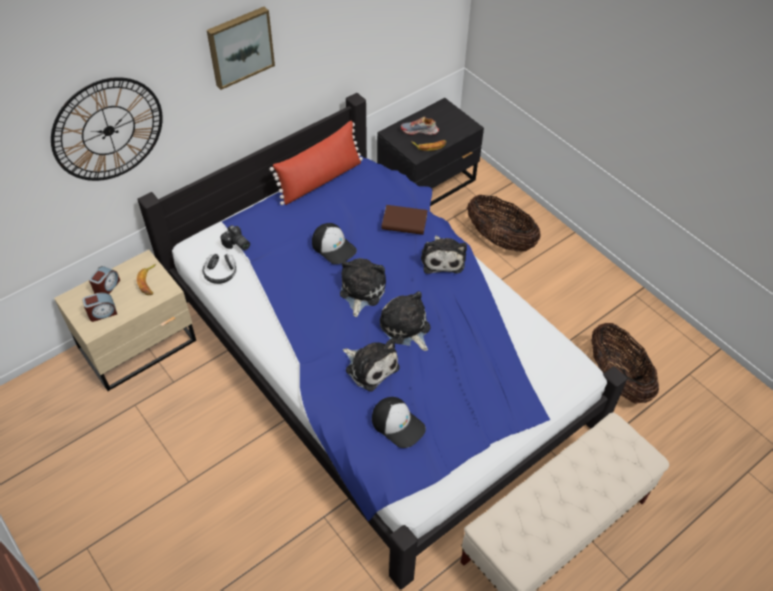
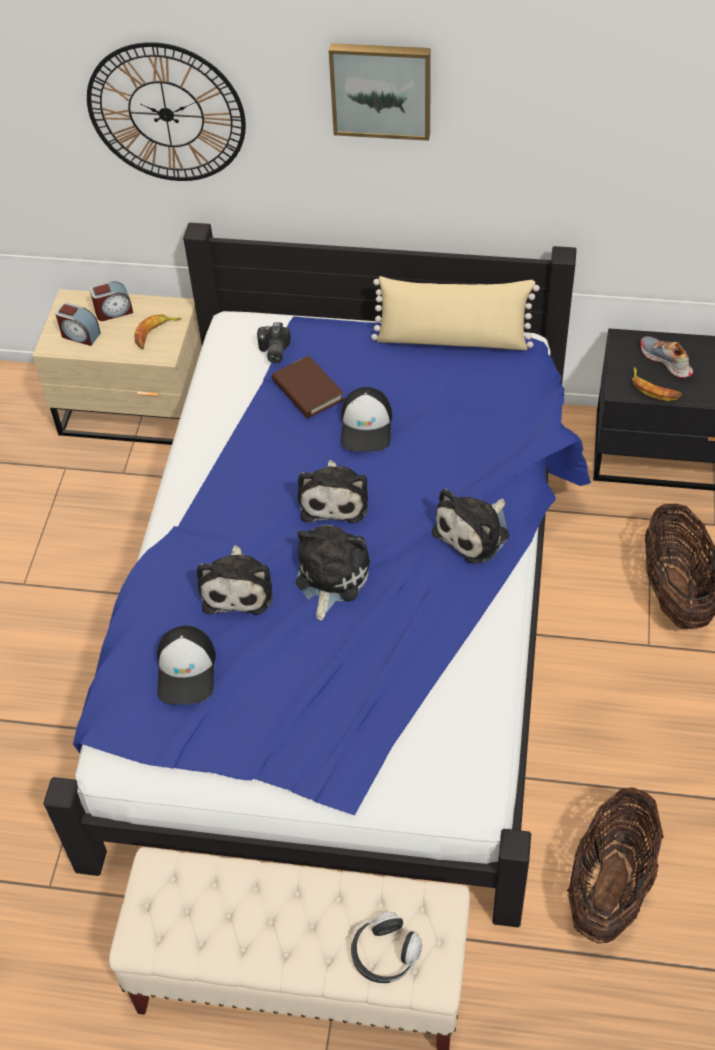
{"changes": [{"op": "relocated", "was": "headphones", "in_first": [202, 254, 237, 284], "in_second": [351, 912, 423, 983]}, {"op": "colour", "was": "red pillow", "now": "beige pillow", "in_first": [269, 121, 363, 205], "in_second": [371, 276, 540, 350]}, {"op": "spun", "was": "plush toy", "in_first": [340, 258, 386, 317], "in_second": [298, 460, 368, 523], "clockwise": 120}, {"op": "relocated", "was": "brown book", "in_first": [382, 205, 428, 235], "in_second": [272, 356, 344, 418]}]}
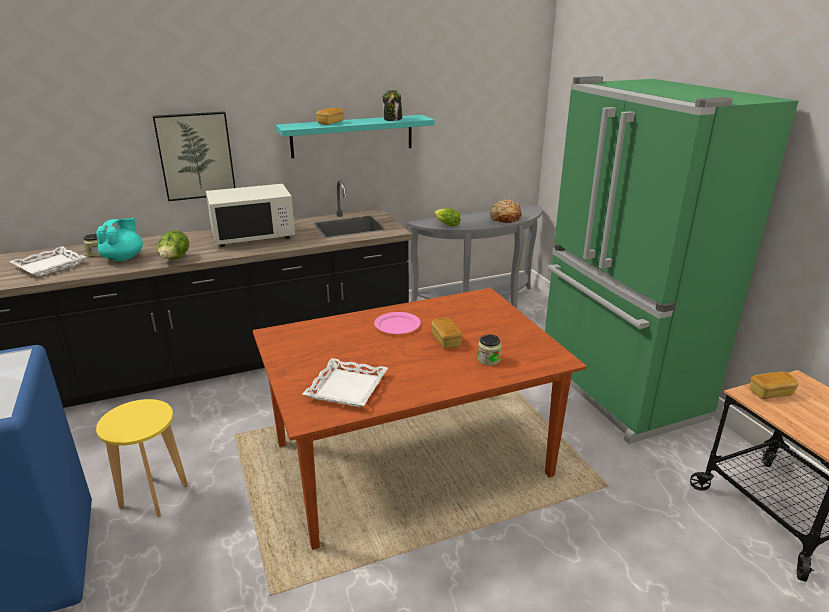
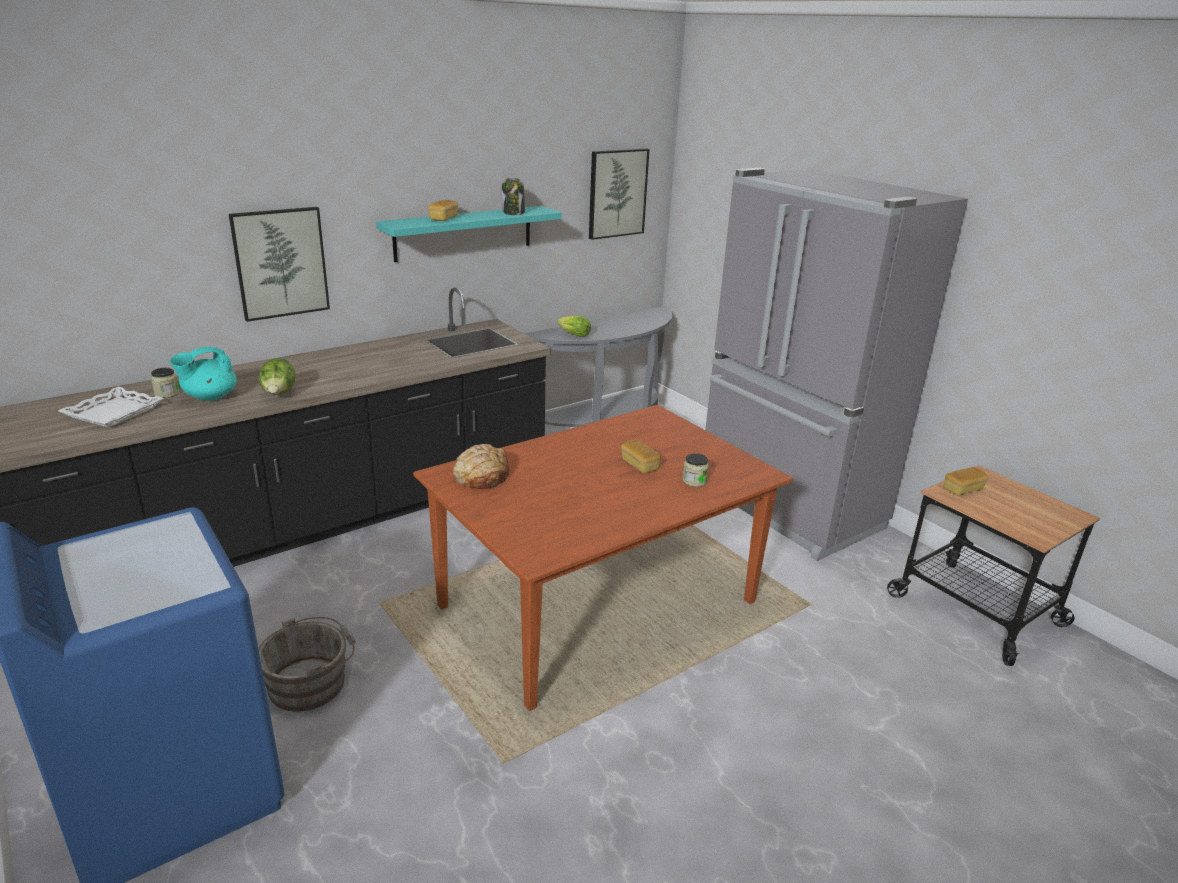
{"changes": [{"op": "spun", "was": "turquoise teapot", "in_first": [96, 218, 143, 261], "in_second": [170, 347, 237, 401], "clockwise": -135}, {"op": "exchanged", "was": "yellow stool", "now": "grey bucket", "in_first": [96, 399, 188, 518], "in_second": [258, 617, 356, 712]}, {"op": "missing", "was": "white microwave", "in_first": [206, 184, 295, 247]}, {"op": "missing", "was": "white tray", "in_first": [303, 358, 388, 407]}, {"op": "missing", "was": "pink plate", "in_first": [374, 312, 421, 334]}, {"op": "relocated", "was": "bread", "in_first": [490, 199, 521, 223], "in_second": [453, 444, 509, 489]}, {"op": "colour", "was": "green fridge", "now": "grey fridge", "in_first": [545, 76, 798, 444], "in_second": [705, 168, 968, 561]}, {"op": "appeared", "now": "picture", "in_second": [589, 149, 649, 240]}]}
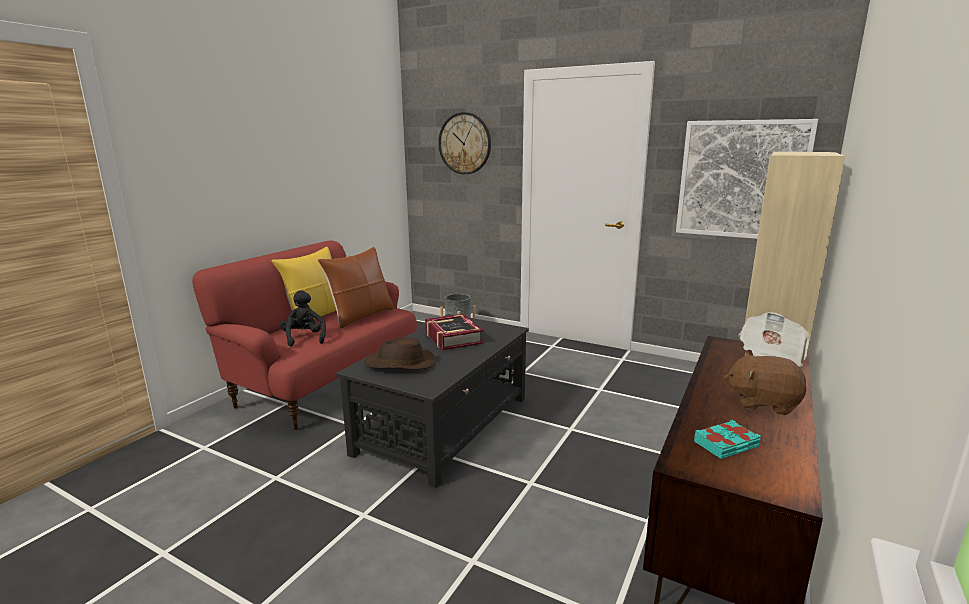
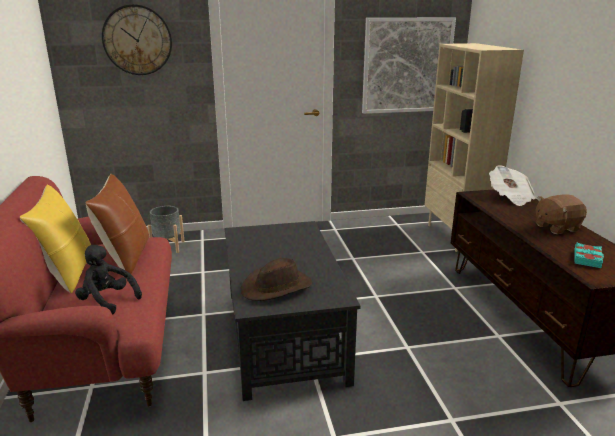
{"changes": [{"op": "missing", "was": "book", "in_first": [425, 314, 484, 350]}]}
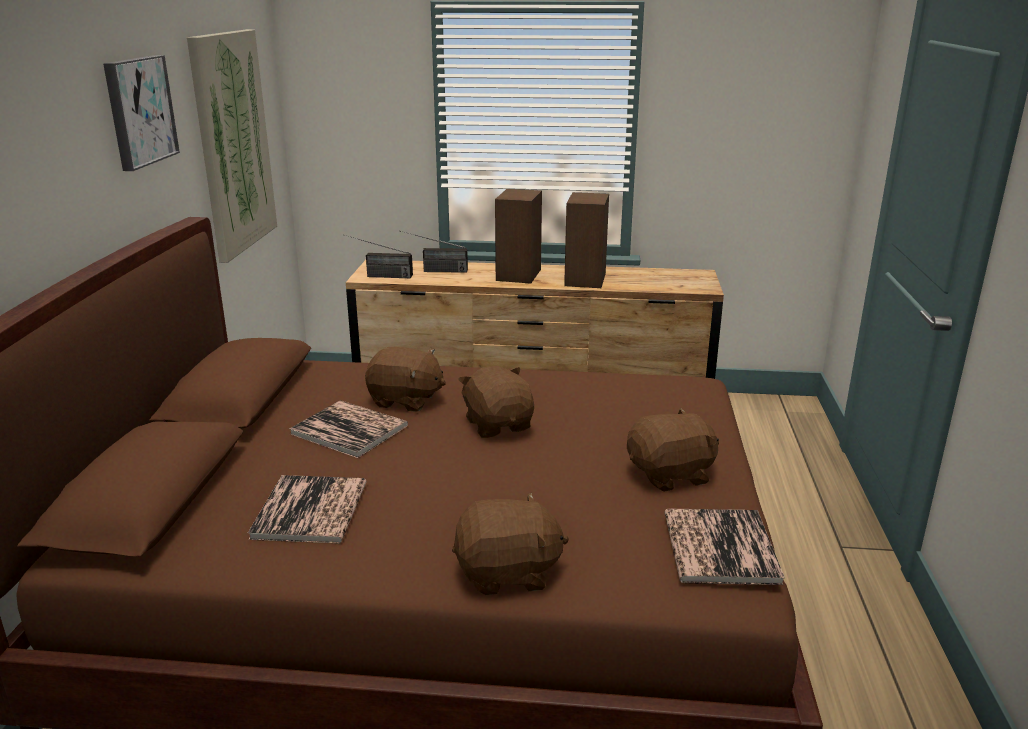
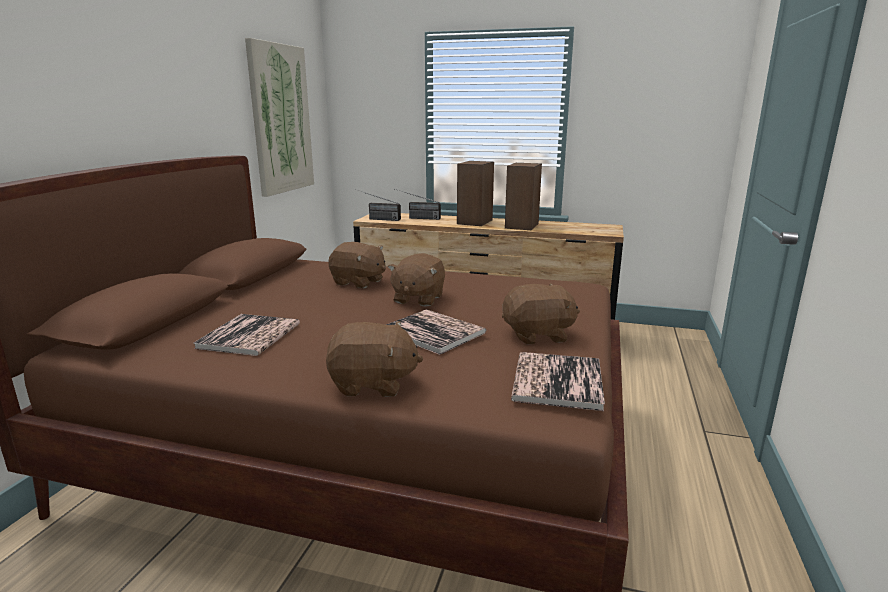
{"changes": [{"op": "missing", "was": "picture", "in_first": [103, 55, 180, 171]}, {"op": "relocated", "was": "book", "in_first": [289, 400, 408, 458], "in_second": [386, 309, 486, 355]}, {"op": "spun", "was": "brown plush toy", "in_first": [458, 366, 534, 438], "in_second": [388, 253, 445, 307], "clockwise": -150}]}
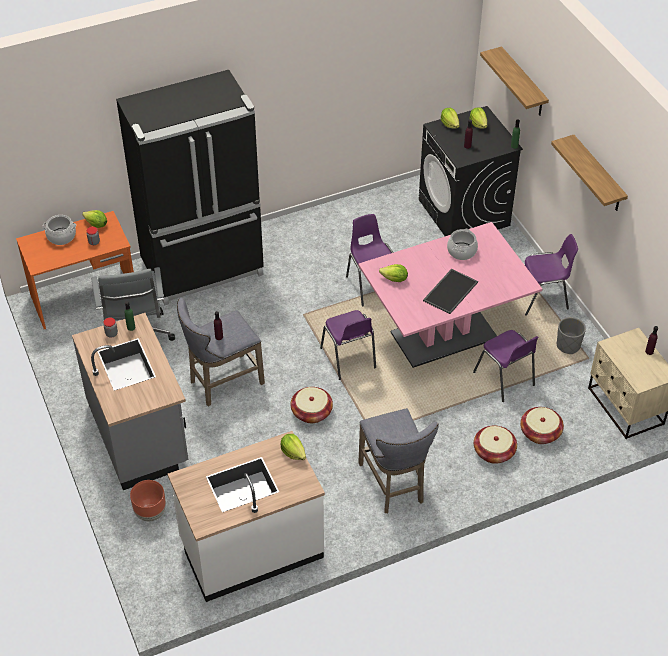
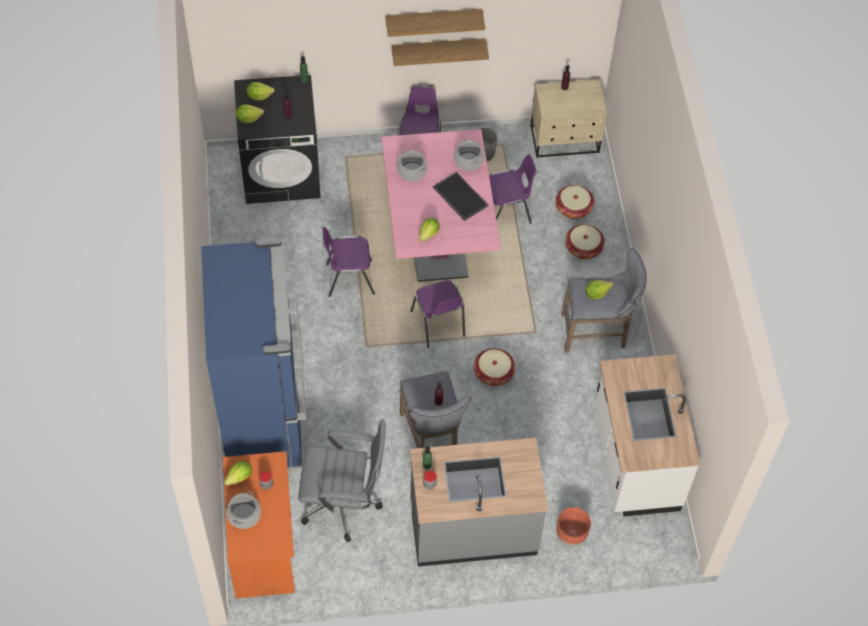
{"changes": [{"op": "colour", "was": "black fridge", "now": "blue fridge", "in_first": [116, 70, 264, 305], "in_second": [201, 238, 306, 470]}, {"op": "relocated", "was": "lettuce", "in_first": [281, 434, 306, 460], "in_second": [585, 280, 613, 299]}, {"op": "spun", "was": "purple chair", "in_first": [320, 310, 376, 380], "in_second": [410, 280, 465, 348], "clockwise": 75}, {"op": "relocated", "was": "shelf", "in_first": [480, 46, 549, 116], "in_second": [391, 38, 489, 66]}, {"op": "appeared", "now": "cooking pot", "in_second": [454, 139, 484, 171]}]}
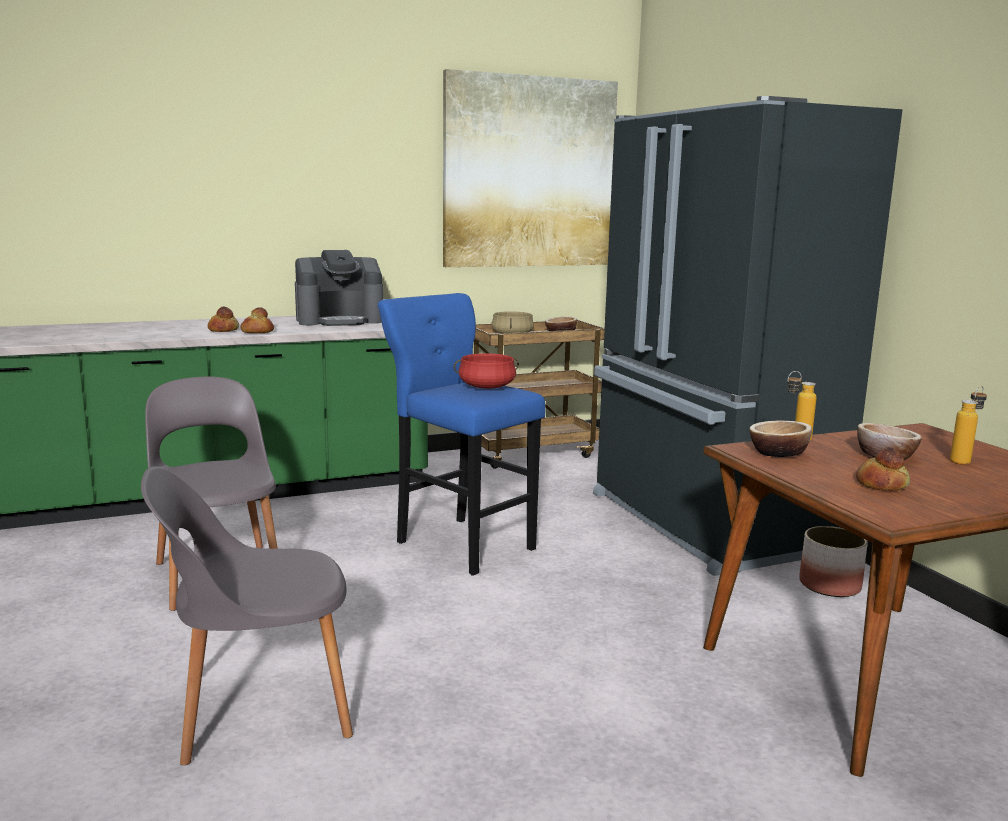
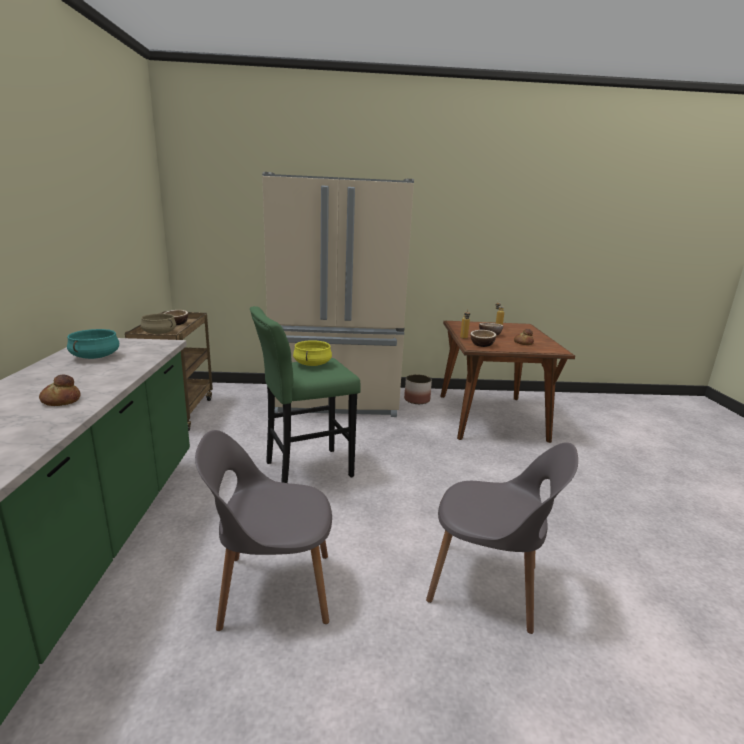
{"changes": [{"op": "spun", "was": "grey chair", "in_first": [141, 466, 353, 765], "in_second": [426, 442, 578, 634], "clockwise": -75}, {"op": "missing", "was": "bread", "in_first": [241, 307, 274, 333]}, {"op": "exchanged", "was": "coffee machine", "now": "turquoise cooking pot", "in_first": [295, 250, 383, 326], "in_second": [67, 329, 119, 359]}, {"op": "colour", "was": "blue stool", "now": "green stool", "in_first": [378, 293, 545, 576], "in_second": [250, 306, 361, 483]}, {"op": "missing", "was": "picture", "in_first": [443, 69, 618, 267]}, {"op": "colour", "was": "red cooking pot", "now": "yellow cooking pot", "in_first": [453, 353, 519, 389], "in_second": [293, 340, 332, 366]}, {"op": "colour", "was": "black fridge", "now": "beige fridge", "in_first": [593, 96, 903, 576], "in_second": [262, 172, 414, 417]}]}
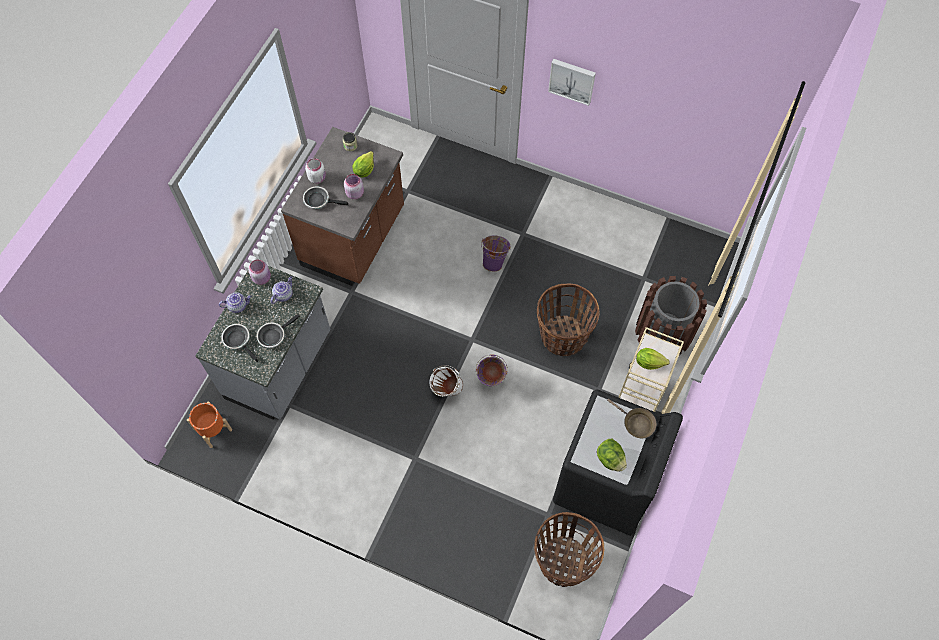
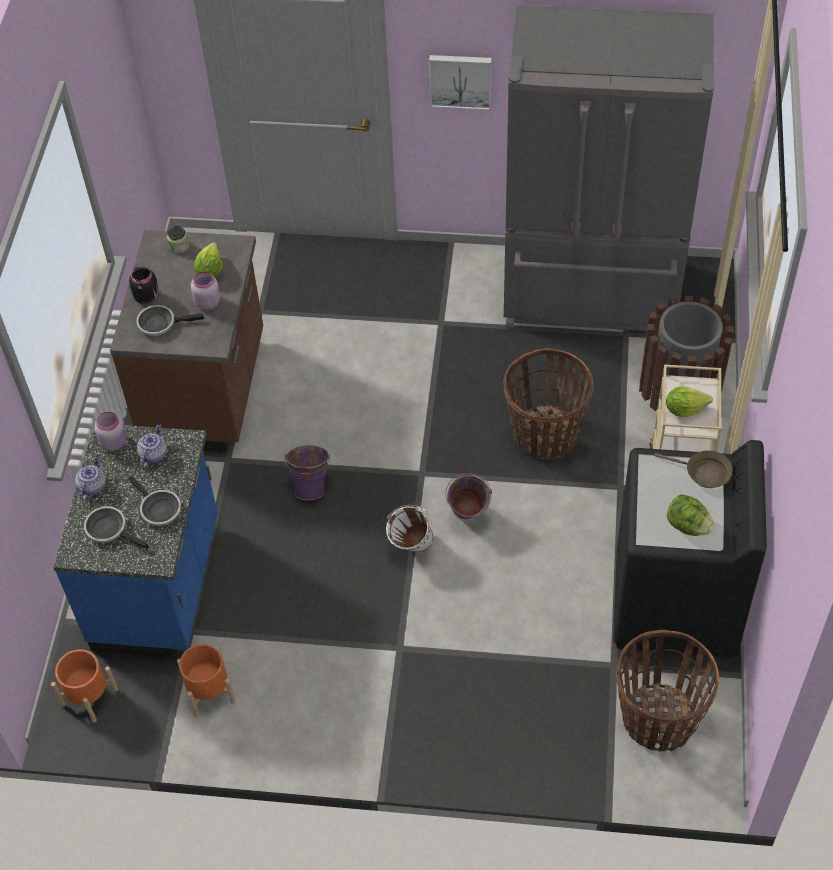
{"changes": [{"op": "colour", "was": "grey counter", "now": "blue counter", "in_first": [195, 266, 330, 420], "in_second": [53, 423, 218, 658]}, {"op": "spun", "was": "teapot", "in_first": [219, 292, 252, 313], "in_second": [75, 455, 106, 501], "clockwise": -45}, {"op": "spun", "was": "frying pan", "in_first": [257, 314, 300, 348], "in_second": [128, 476, 181, 526], "clockwise": -75}, {"op": "colour", "was": "white jar", "now": "black jar", "in_first": [305, 158, 326, 184], "in_second": [129, 266, 159, 304]}, {"op": "relocated", "was": "purple bucket", "in_first": [481, 235, 511, 272], "in_second": [284, 445, 330, 500]}, {"op": "appeared", "now": "orange planter", "in_second": [177, 644, 235, 716]}, {"op": "appeared", "now": "grey fridge", "in_second": [504, 6, 714, 331]}]}
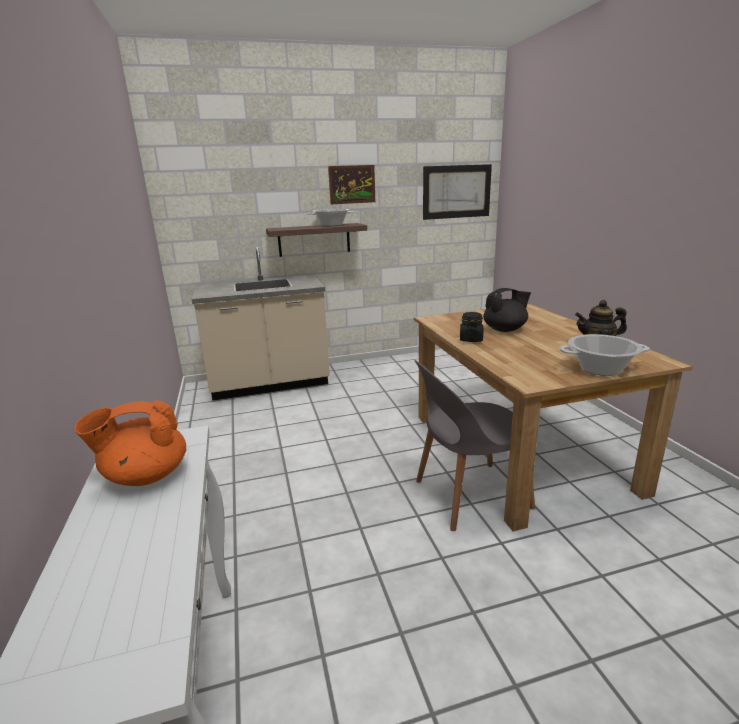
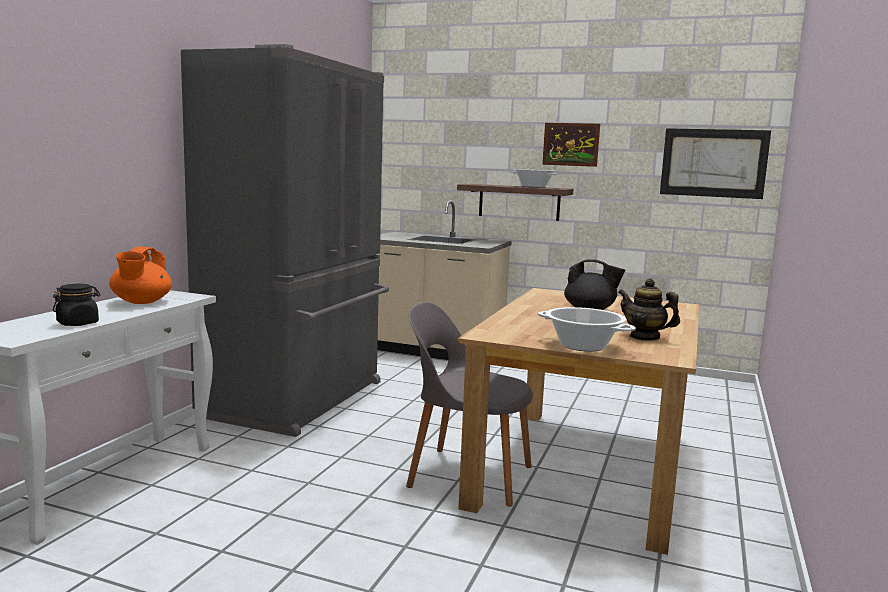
{"changes": [{"op": "spun", "was": "orange teapot", "in_first": [74, 400, 186, 486], "in_second": [109, 247, 172, 304], "clockwise": -105}, {"op": "relocated", "was": "black jar", "in_first": [460, 312, 483, 342], "in_second": [53, 284, 101, 326]}, {"op": "appeared", "now": "grey fridge", "in_second": [181, 44, 389, 437]}]}
